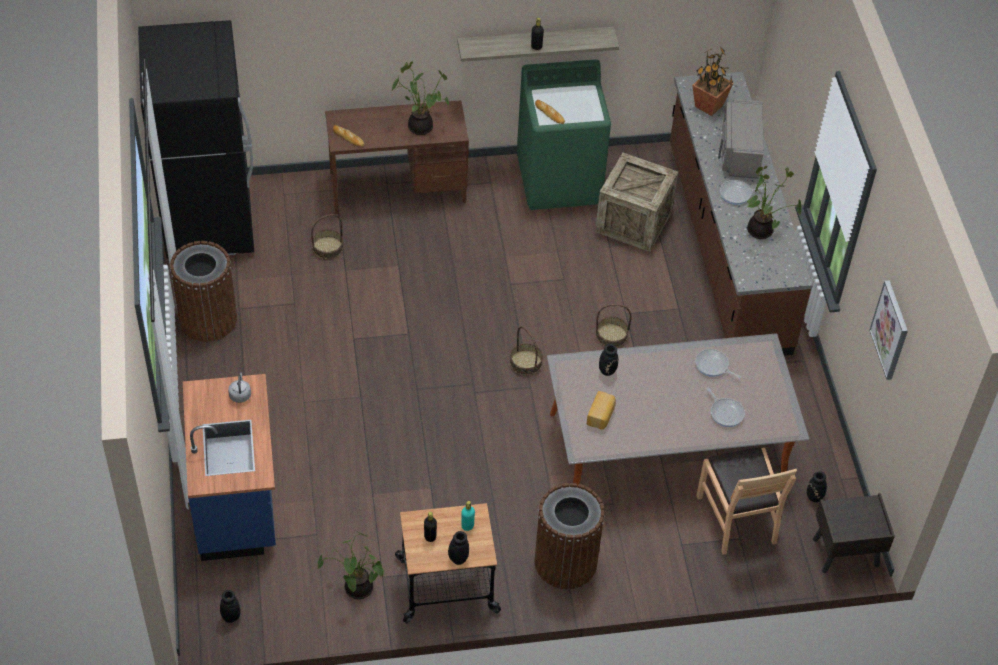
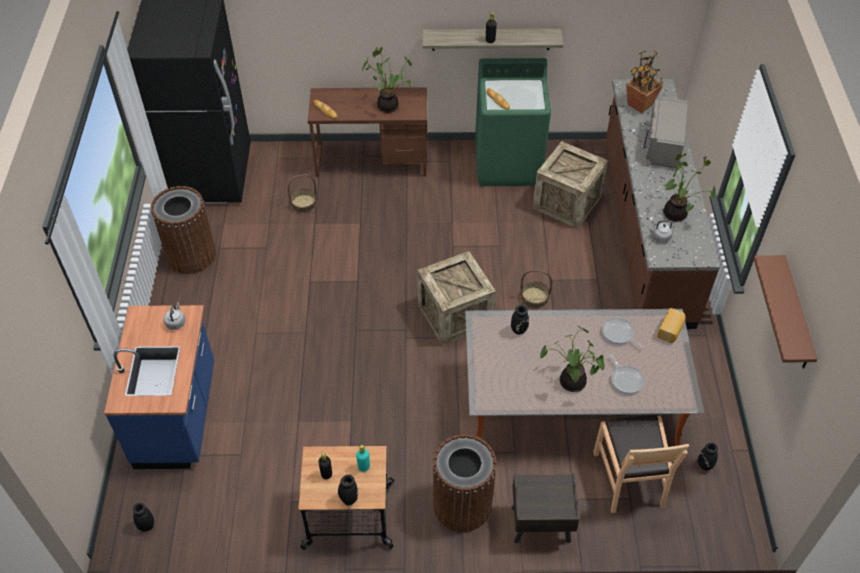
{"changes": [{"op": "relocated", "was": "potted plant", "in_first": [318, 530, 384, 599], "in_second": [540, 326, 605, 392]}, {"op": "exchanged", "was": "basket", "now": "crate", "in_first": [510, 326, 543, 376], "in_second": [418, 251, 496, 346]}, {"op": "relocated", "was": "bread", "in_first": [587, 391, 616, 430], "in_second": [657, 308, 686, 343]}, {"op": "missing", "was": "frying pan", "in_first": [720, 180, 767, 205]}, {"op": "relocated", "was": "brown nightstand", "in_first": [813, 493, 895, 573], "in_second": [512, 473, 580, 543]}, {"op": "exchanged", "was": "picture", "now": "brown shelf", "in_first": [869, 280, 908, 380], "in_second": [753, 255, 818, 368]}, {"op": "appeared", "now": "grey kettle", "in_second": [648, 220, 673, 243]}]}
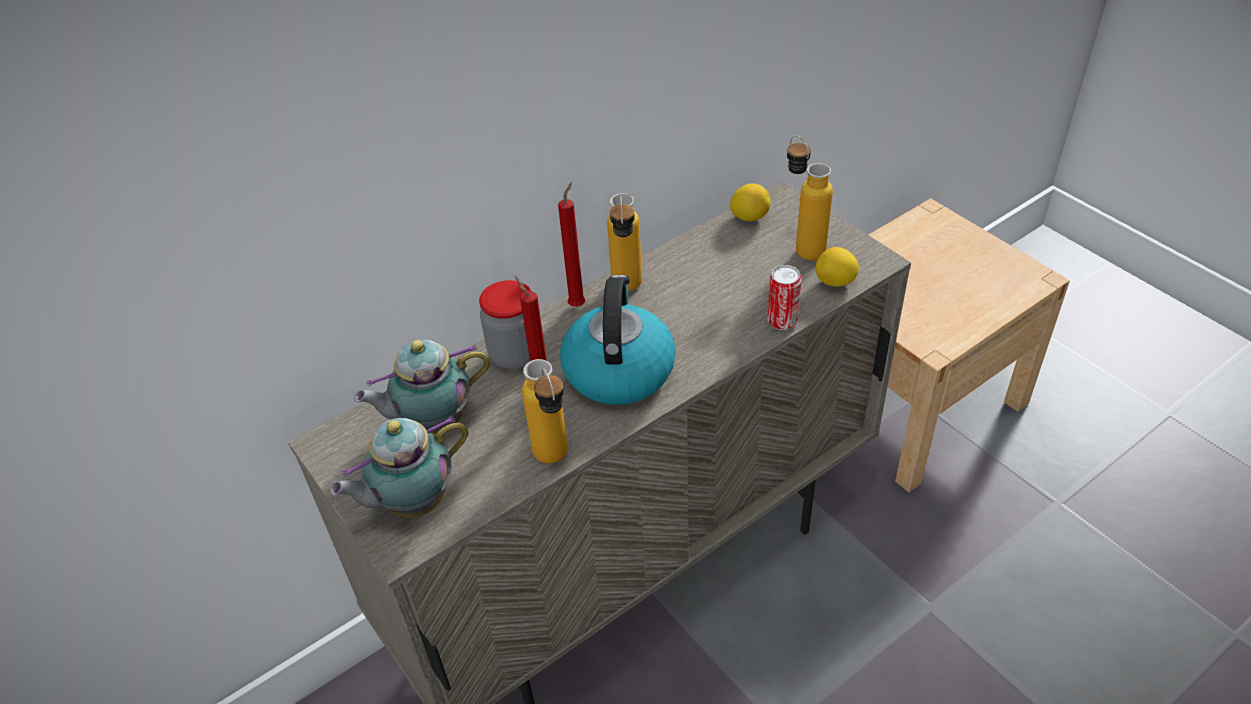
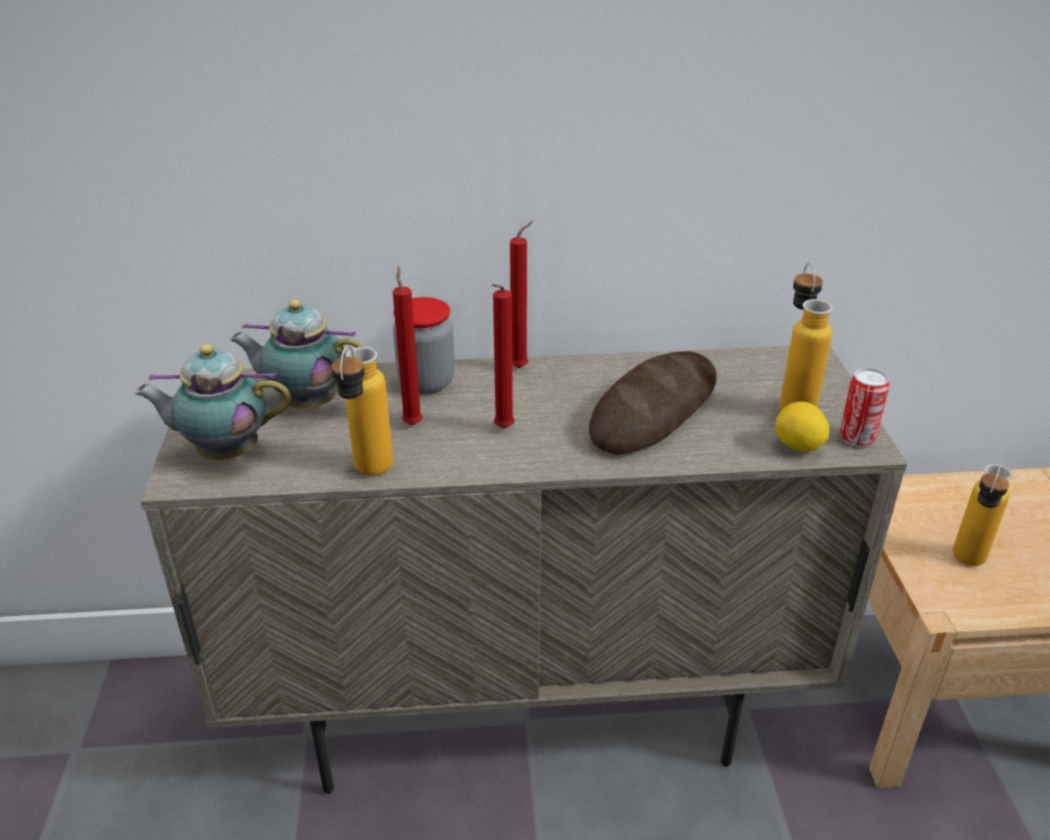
{"changes": [{"op": "exchanged", "was": "kettle", "now": "red candle", "in_first": [560, 275, 676, 405], "in_second": [492, 284, 515, 429]}, {"op": "relocated", "was": "bottle", "in_first": [607, 193, 642, 291], "in_second": [953, 464, 1012, 566]}, {"op": "missing", "was": "lemon", "in_first": [730, 183, 770, 221]}, {"op": "relocated", "was": "can", "in_first": [767, 265, 802, 330], "in_second": [839, 368, 890, 447]}, {"op": "appeared", "now": "bread", "in_second": [589, 351, 716, 455]}]}
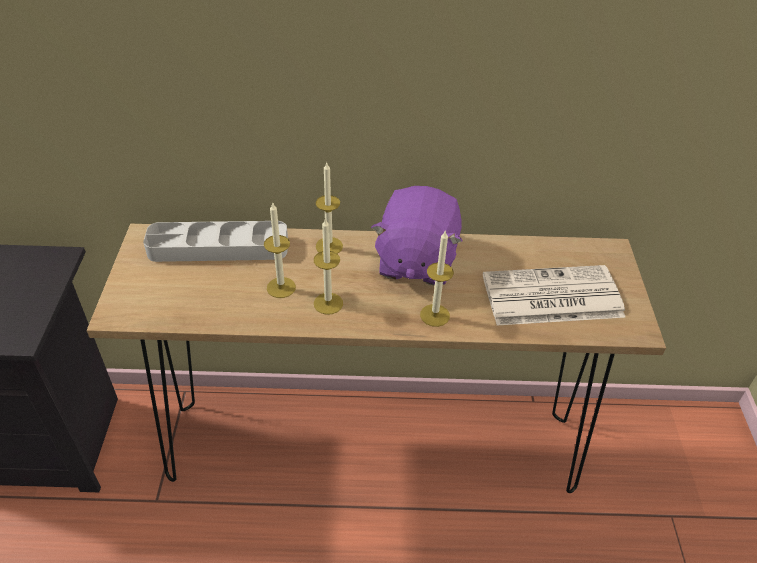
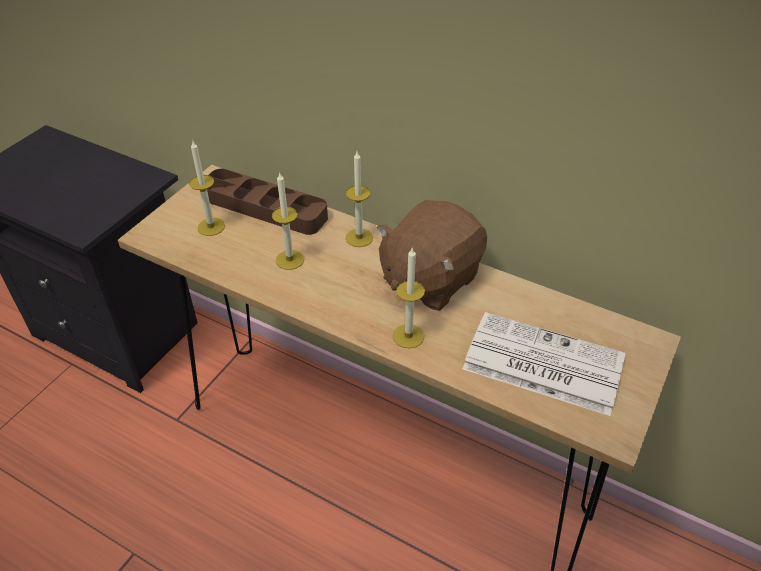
{"changes": [{"op": "colour", "was": "grey tray", "now": "brown tray", "in_first": [143, 221, 288, 262], "in_second": [207, 168, 328, 235]}, {"op": "relocated", "was": "candle", "in_first": [314, 218, 343, 315], "in_second": [189, 141, 225, 236]}, {"op": "colour", "was": "purple plush toy", "now": "brown plush toy", "in_first": [371, 186, 462, 285], "in_second": [377, 200, 487, 311]}]}
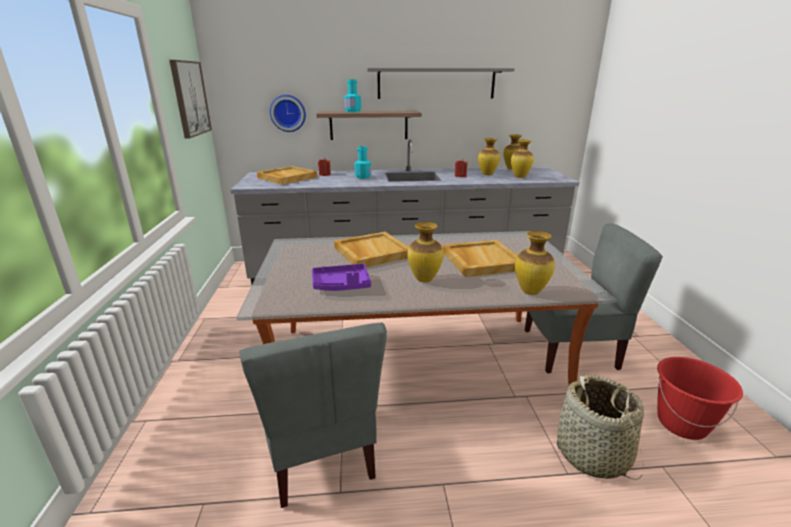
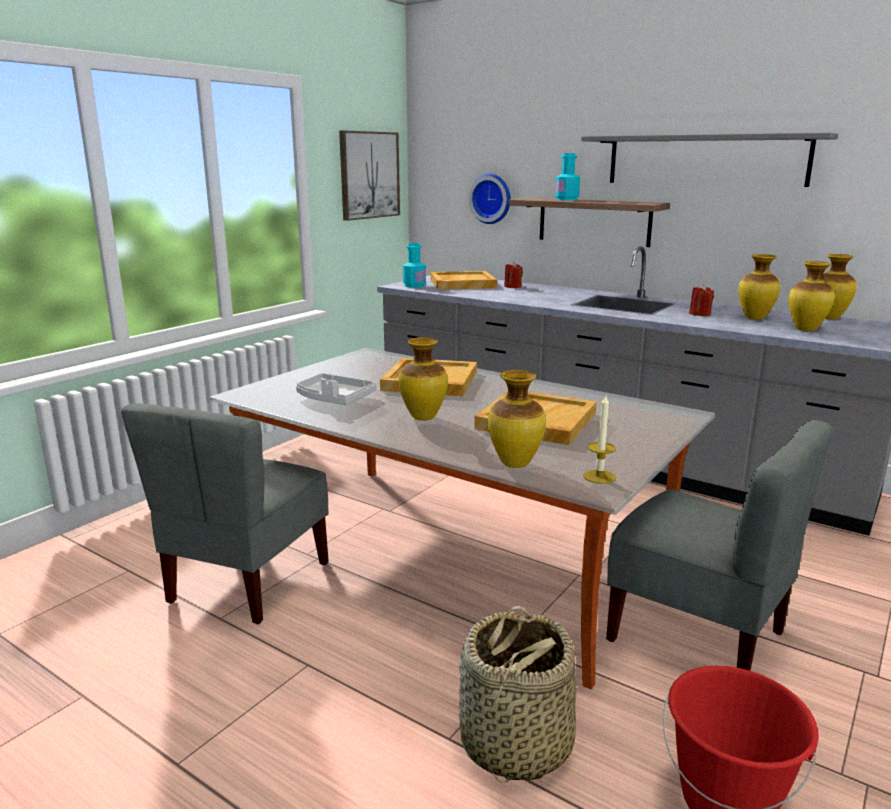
{"changes": [{"op": "colour", "was": "purple tray", "now": "grey tray", "in_first": [312, 264, 371, 291], "in_second": [296, 373, 376, 405]}, {"op": "relocated", "was": "turquoise bottle", "in_first": [354, 146, 371, 179], "in_second": [403, 243, 426, 287]}, {"op": "appeared", "now": "candle", "in_second": [583, 396, 616, 484]}]}
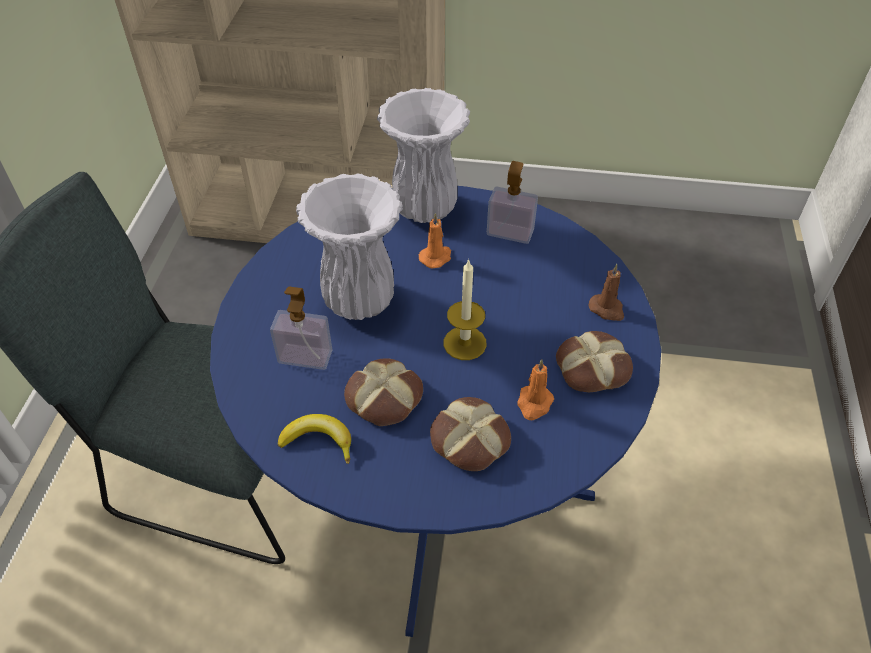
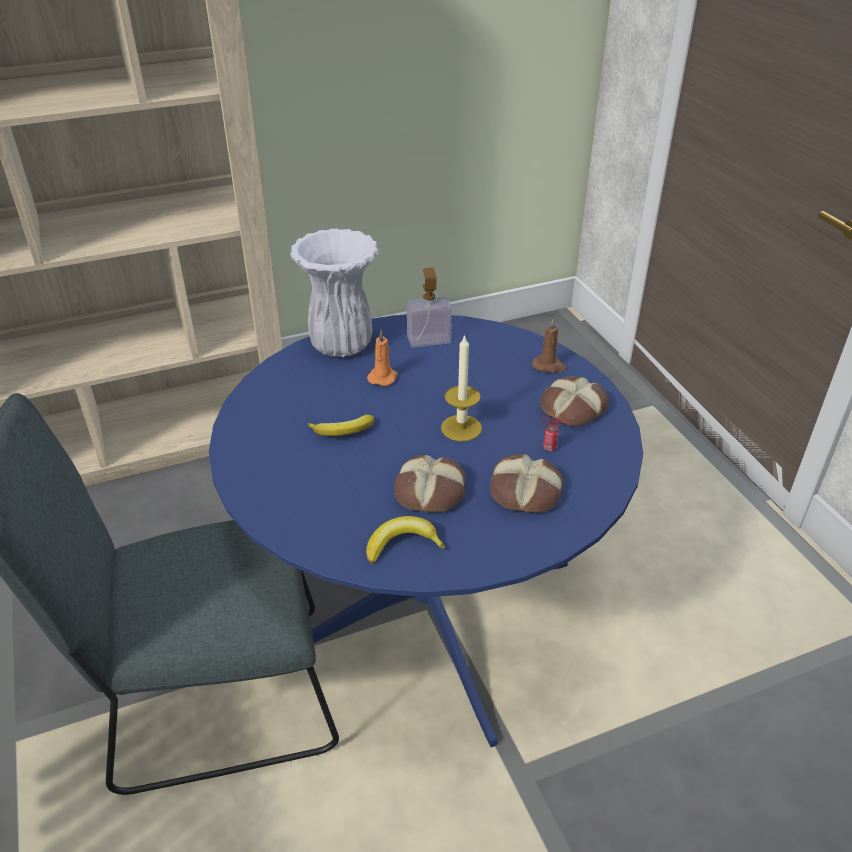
{"changes": [{"op": "missing", "was": "soap dispenser", "in_first": [270, 286, 332, 370]}, {"op": "exchanged", "was": "white vase", "now": "banana", "in_first": [296, 173, 403, 320], "in_second": [308, 415, 374, 436]}, {"op": "exchanged", "was": "orange candle", "now": "can", "in_first": [517, 359, 554, 420], "in_second": [541, 409, 571, 451]}]}
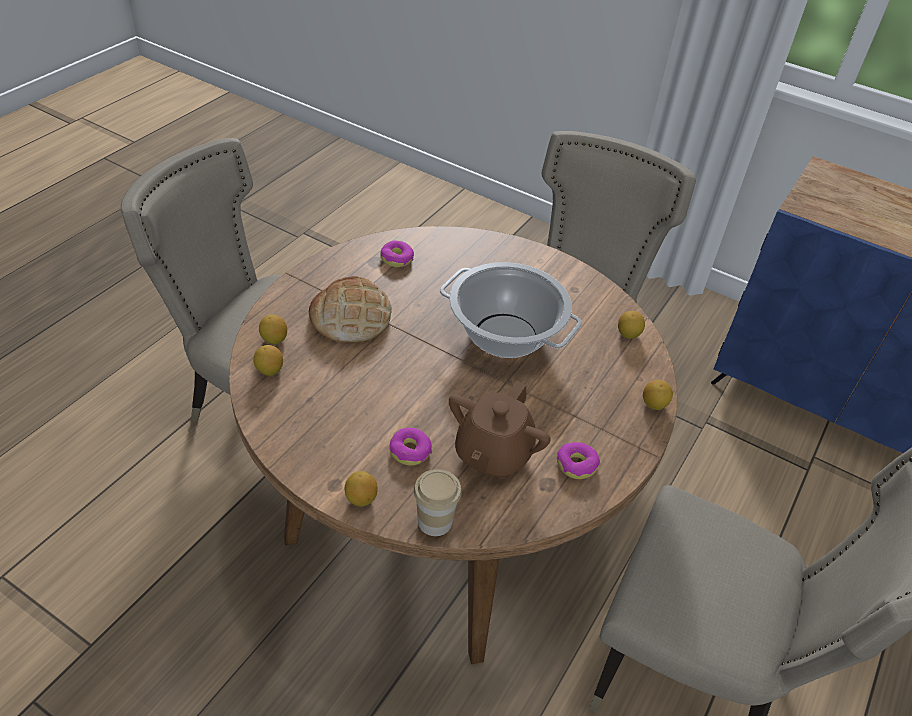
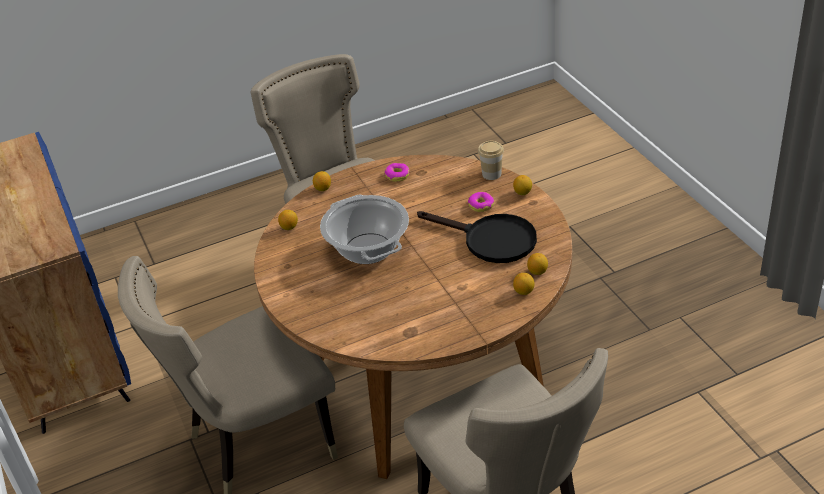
{"changes": [{"op": "missing", "was": "bread", "in_first": [309, 276, 392, 343]}, {"op": "missing", "was": "donut", "in_first": [380, 241, 414, 267]}, {"op": "missing", "was": "brown teapot", "in_first": [449, 381, 551, 479]}, {"op": "appeared", "now": "black frying pan", "in_second": [417, 211, 537, 263]}]}
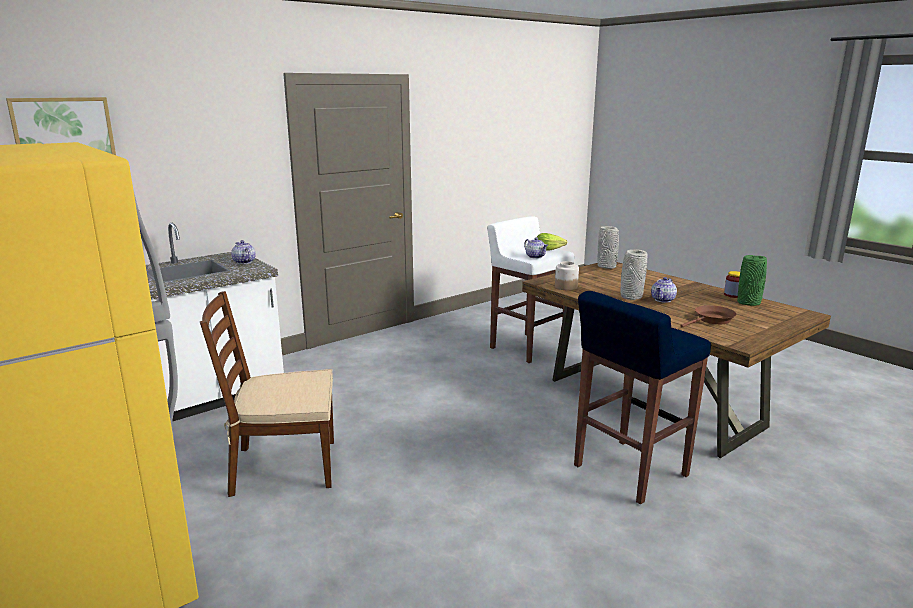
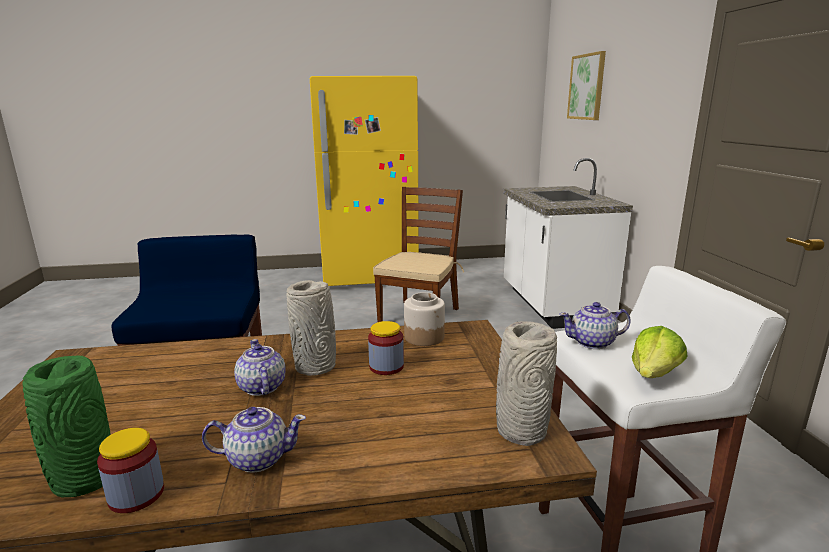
{"changes": [{"op": "relocated", "was": "teapot", "in_first": [231, 240, 256, 264], "in_second": [202, 407, 306, 473]}, {"op": "missing", "was": "brown frying pan", "in_first": [681, 305, 737, 328]}, {"op": "appeared", "now": "jar", "in_second": [368, 321, 404, 375]}]}
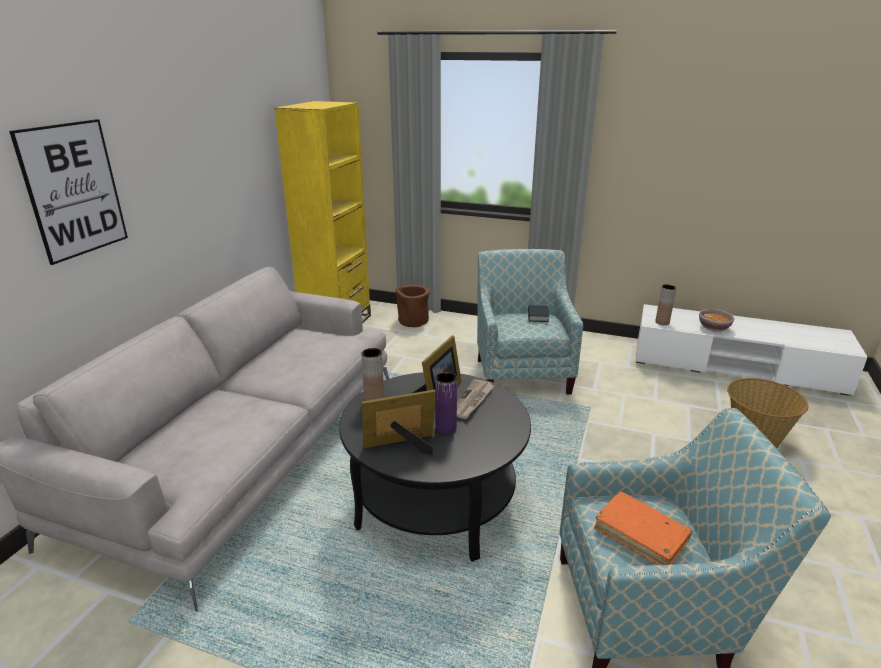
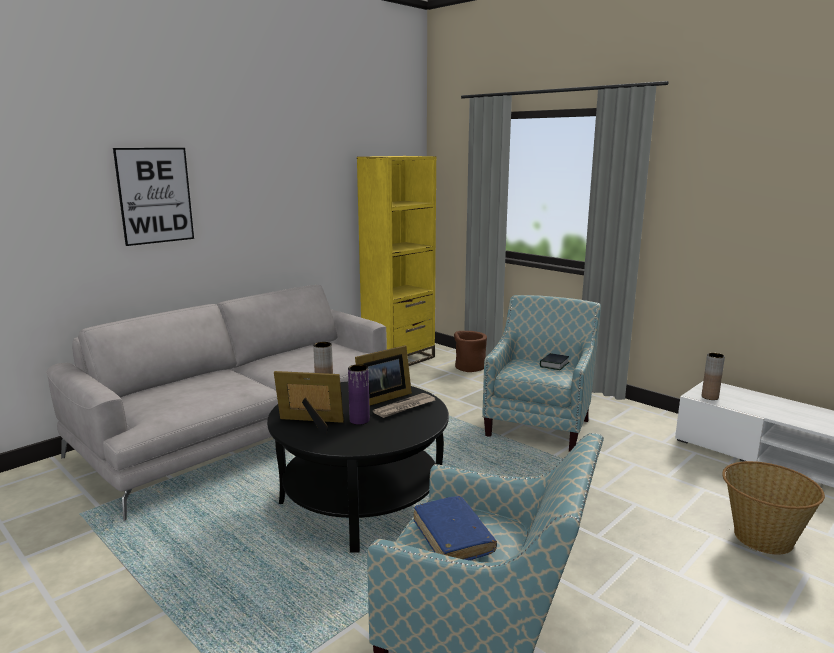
{"changes": [{"op": "colour", "was": "orange book", "now": "blue book", "in_first": [594, 492, 692, 565], "in_second": [414, 496, 497, 560]}, {"op": "missing", "was": "bowl", "in_first": [699, 309, 734, 332]}]}
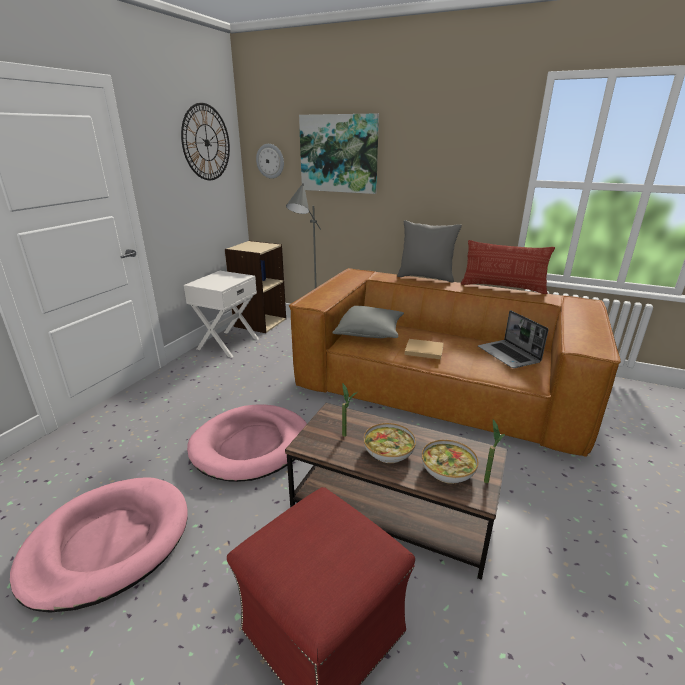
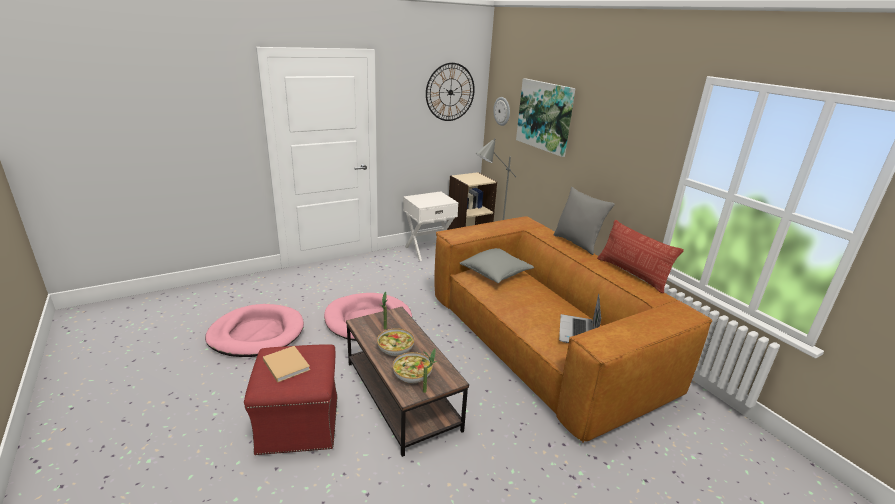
{"changes": [{"op": "relocated", "was": "beige book", "in_first": [405, 339, 444, 359], "in_second": [263, 346, 310, 383]}]}
